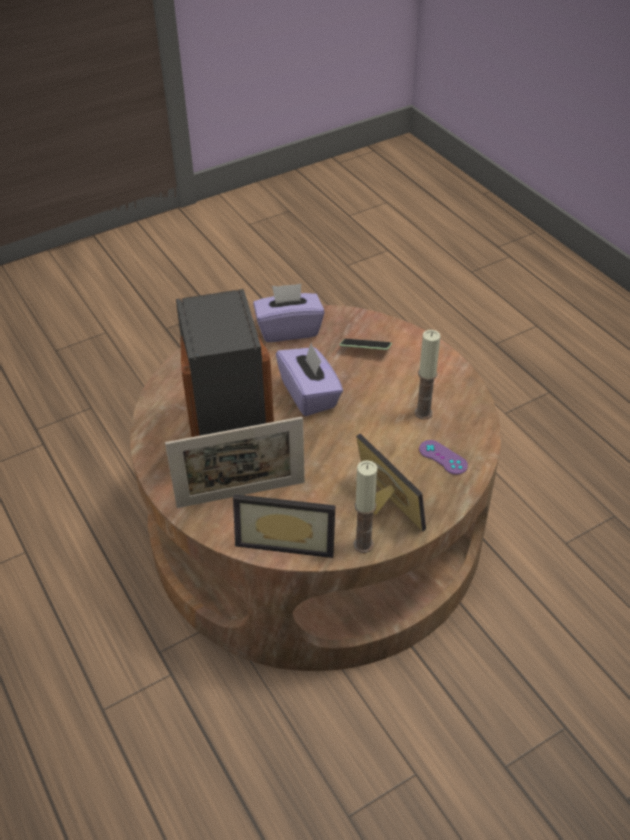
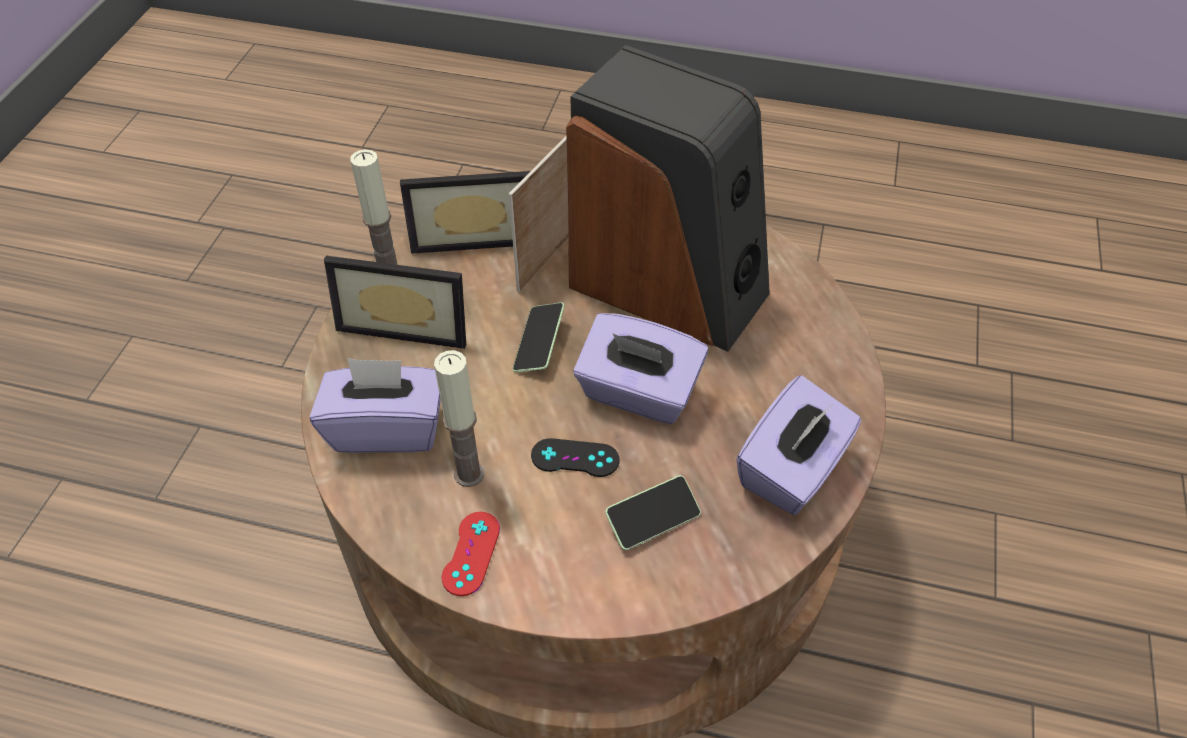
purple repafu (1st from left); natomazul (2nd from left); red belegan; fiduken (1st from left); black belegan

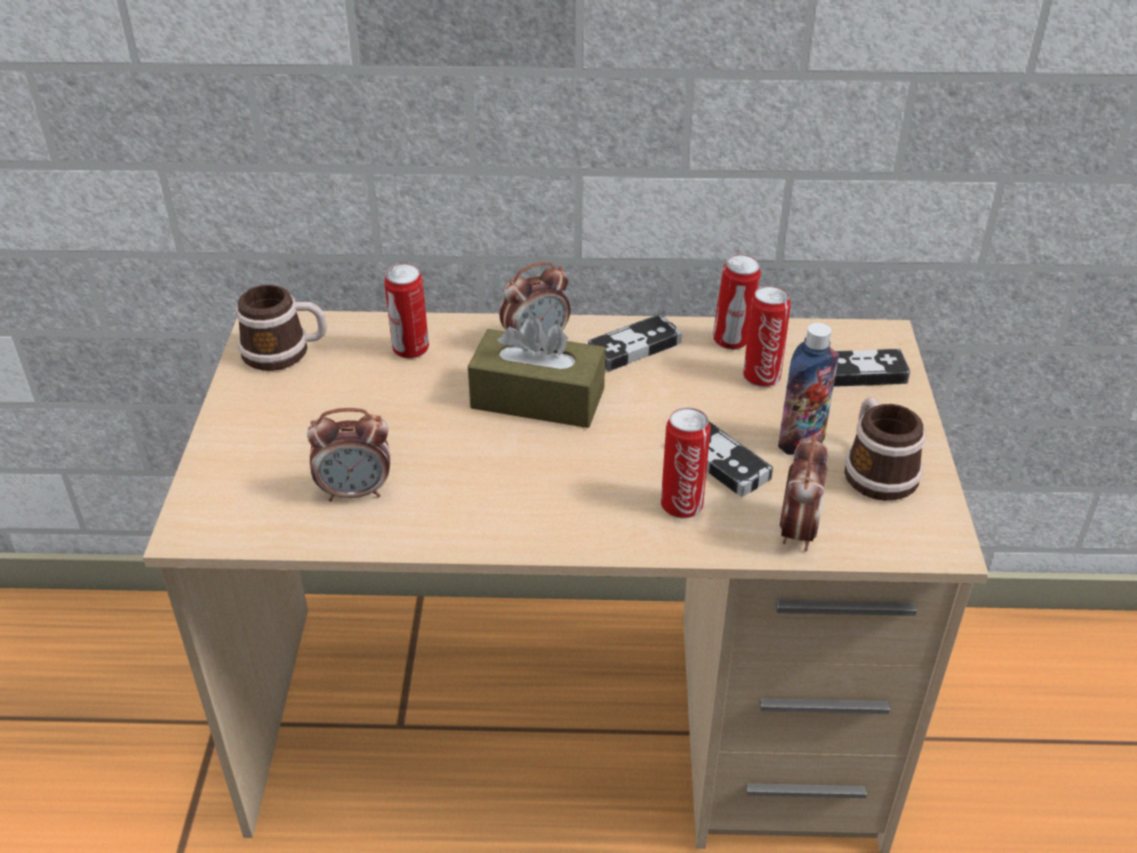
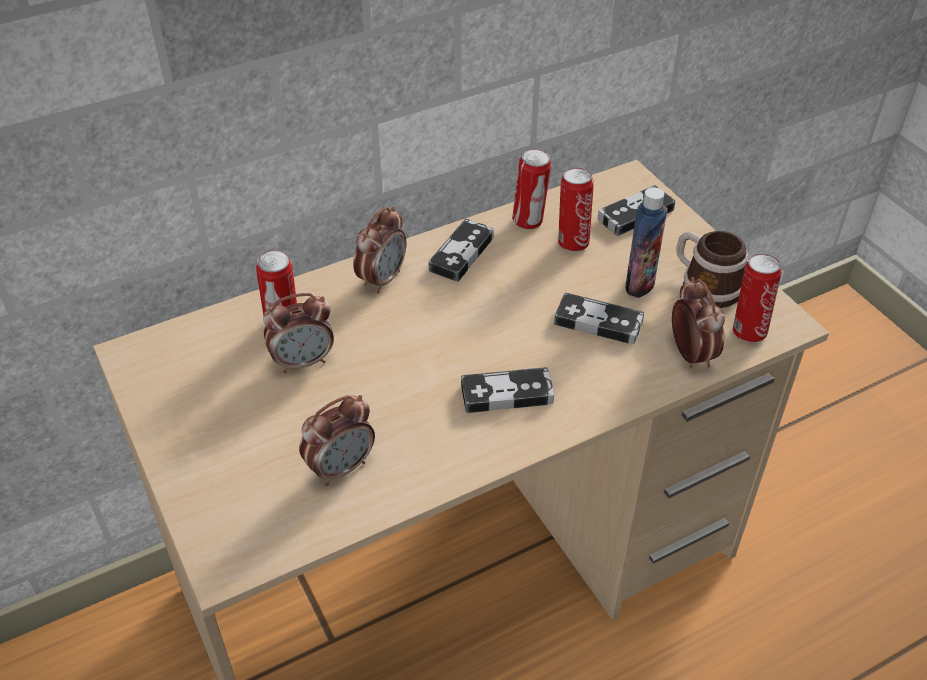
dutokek (1st from left); belegan (2nd from left); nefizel (4th from left); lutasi (1st from left in the first image); brown repafu

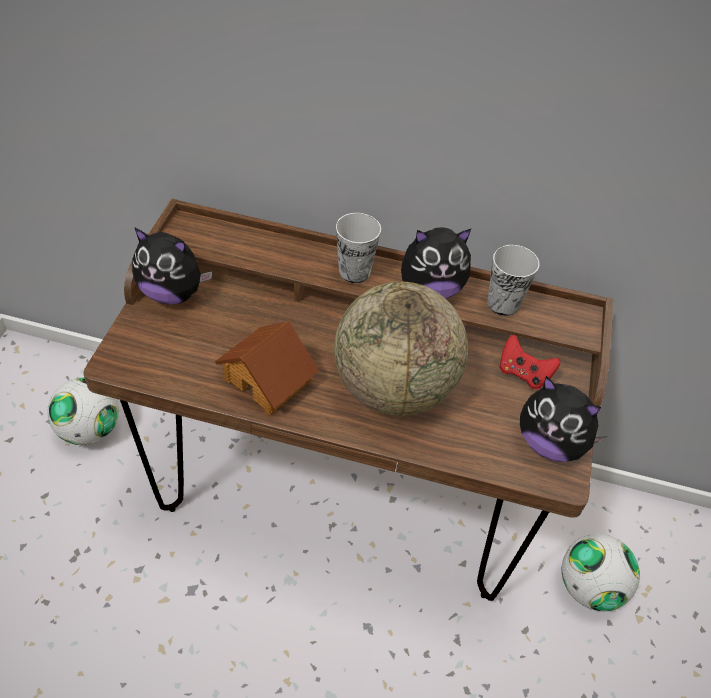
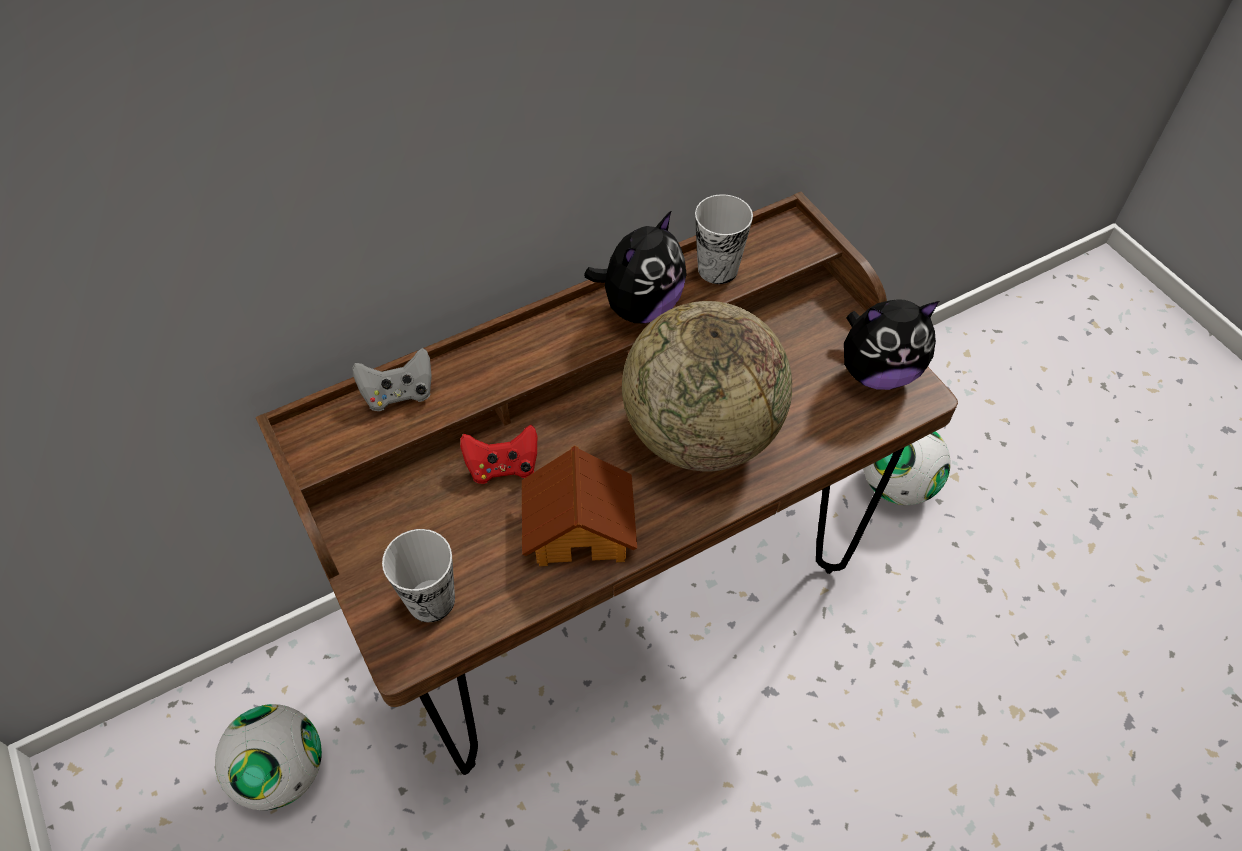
grey belegan; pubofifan (1st from left); red belegan; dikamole (1st from left in the first image)

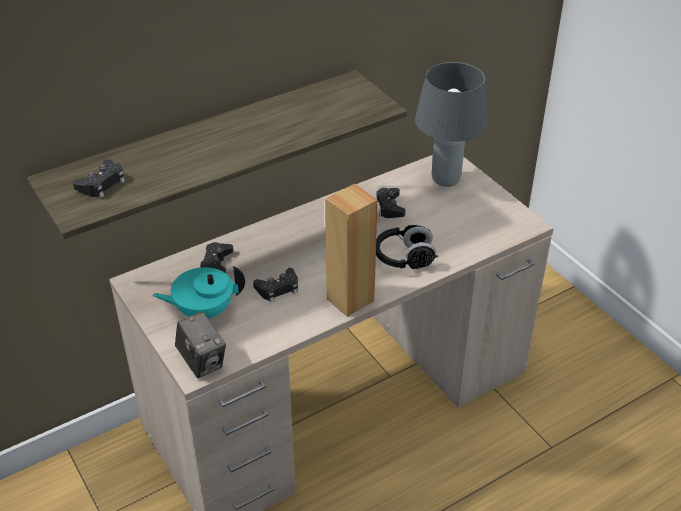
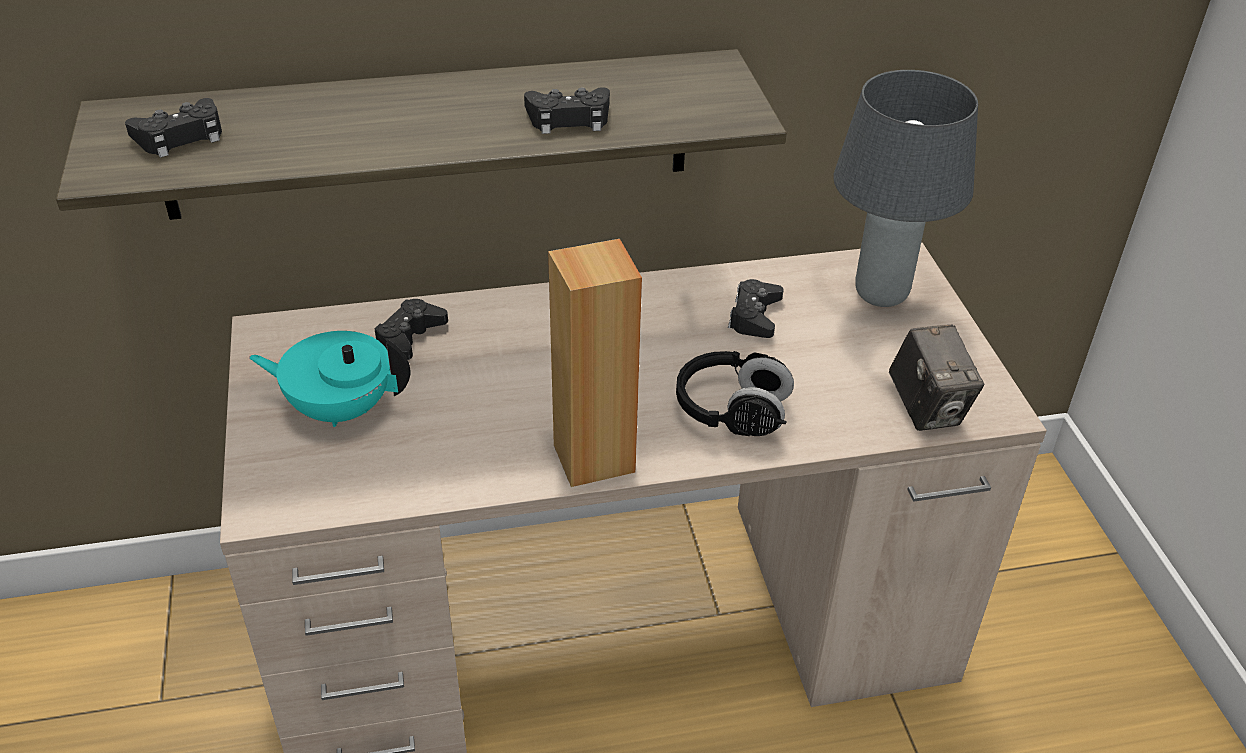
black belegan (3rd from left); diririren

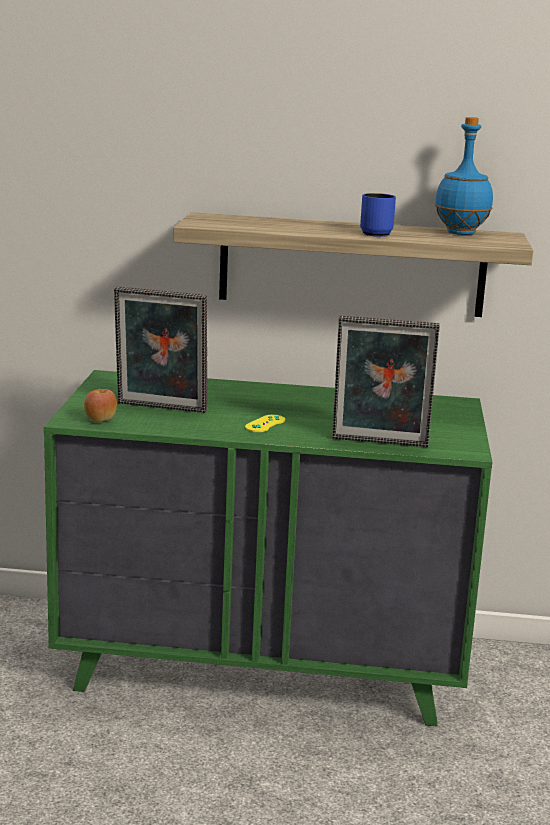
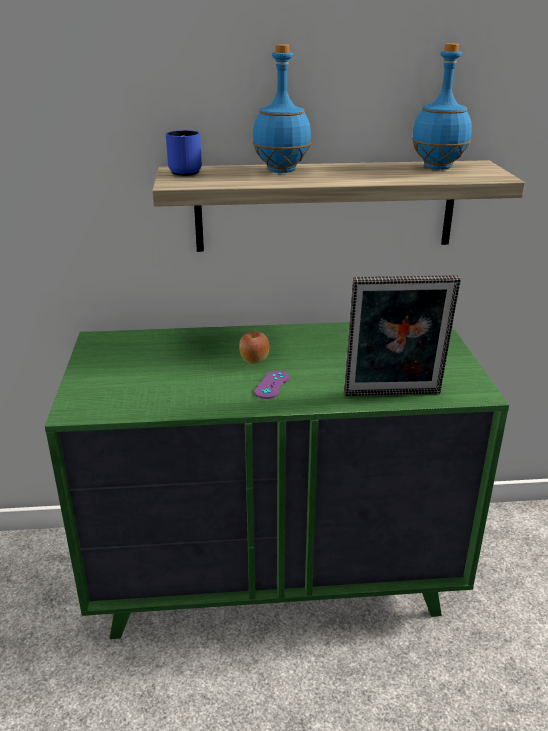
blue lutasi; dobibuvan; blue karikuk (1st from left); purple belegan; natomazul (1st from left in the first image)

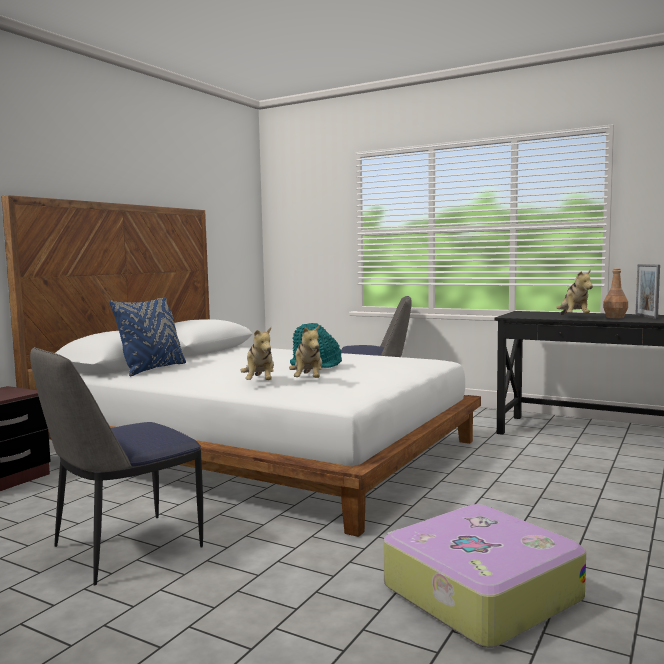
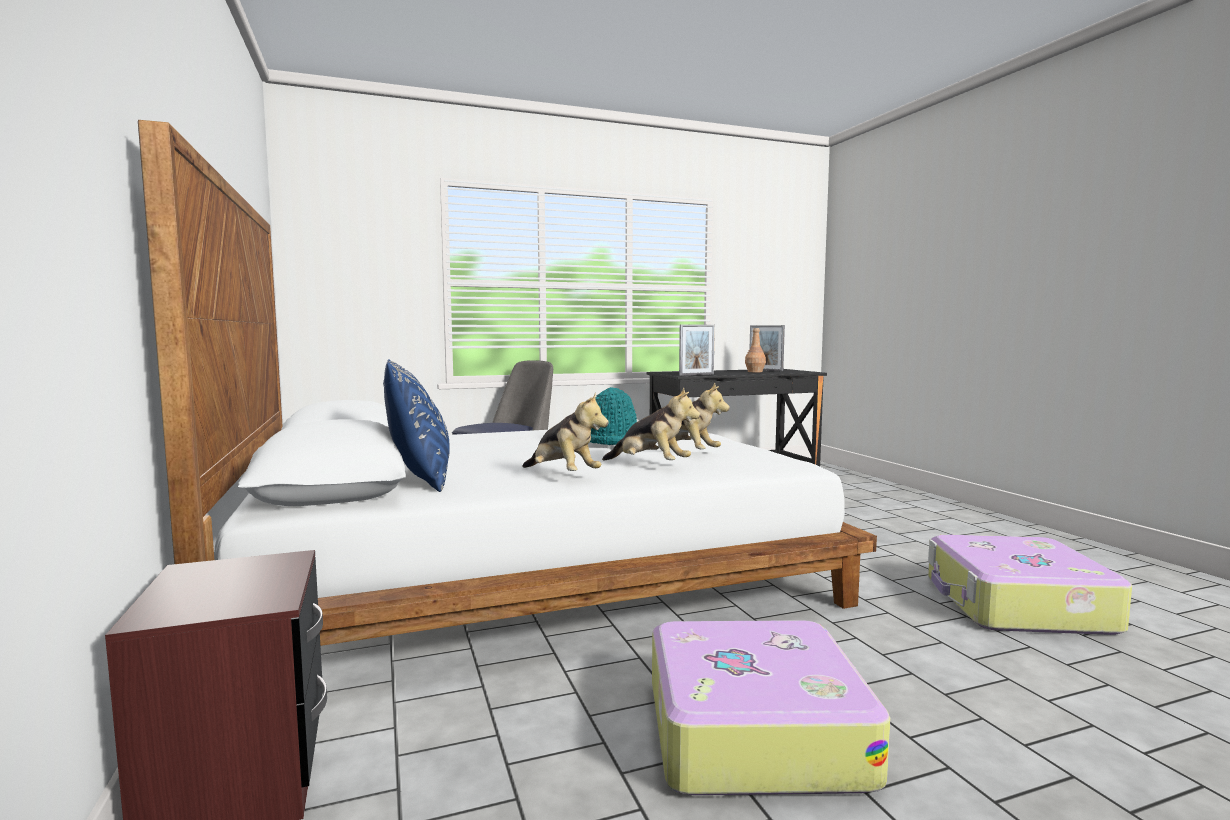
dikamole (1st from left); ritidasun (1st from left); natomazul (1st from left)

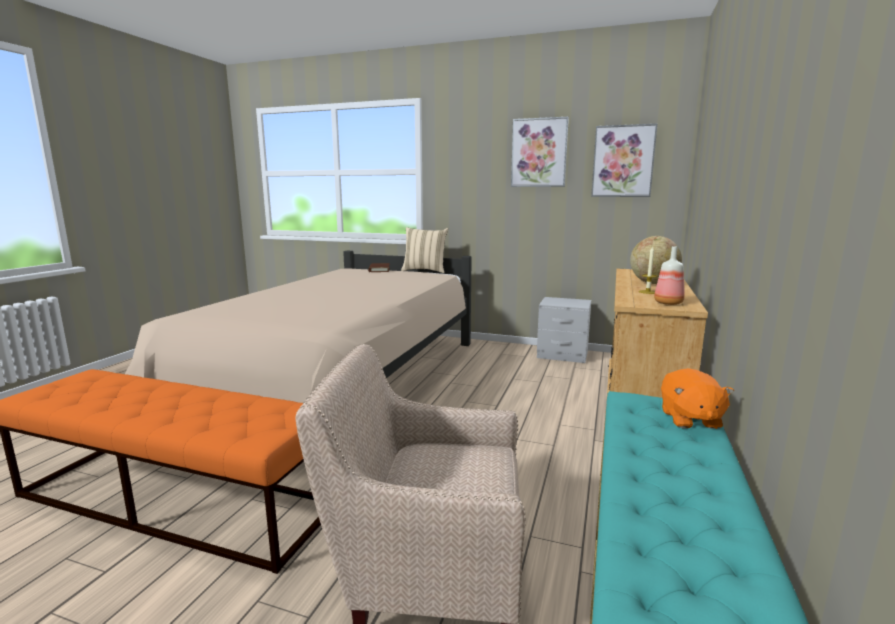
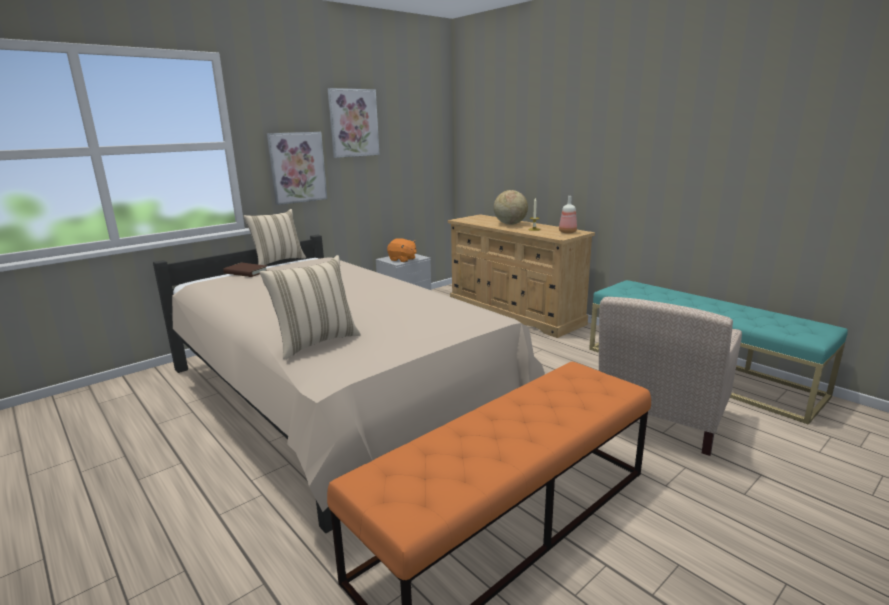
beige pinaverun (2nd from left); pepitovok (1st from left); orange dikamole

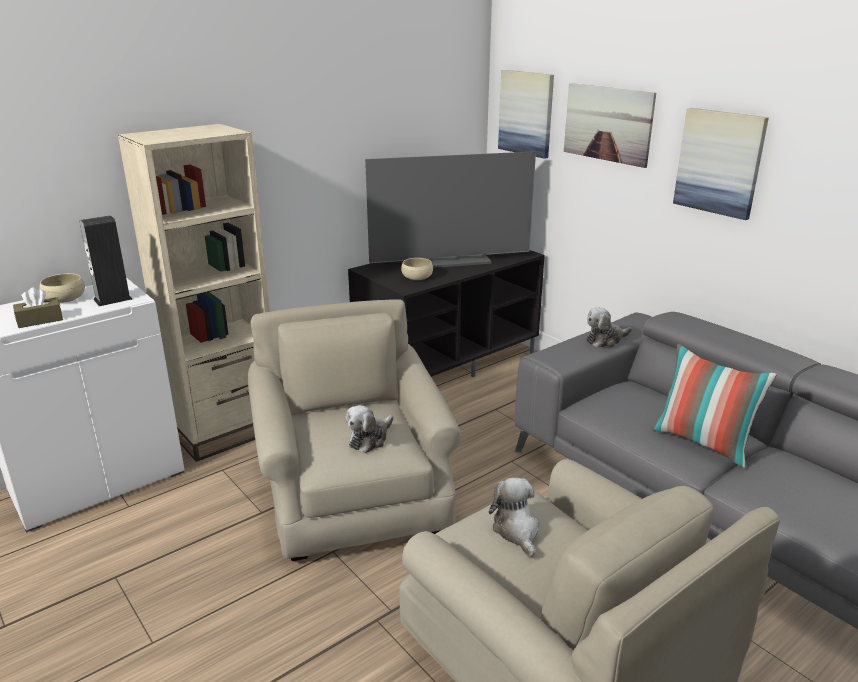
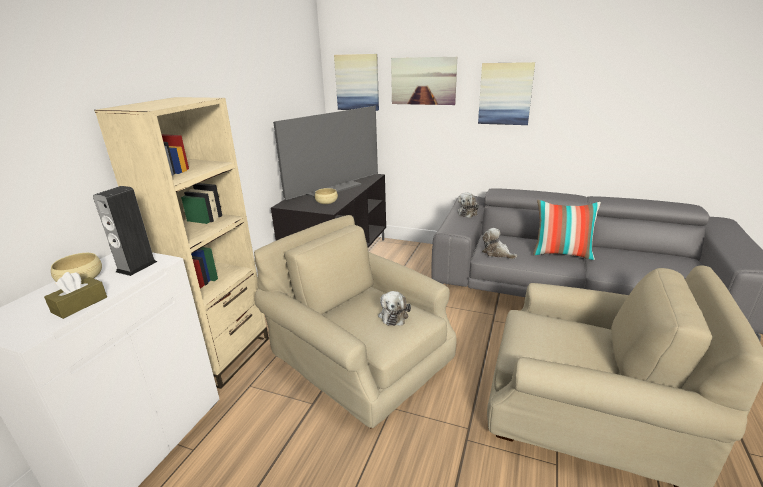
dikamole (3rd from left)

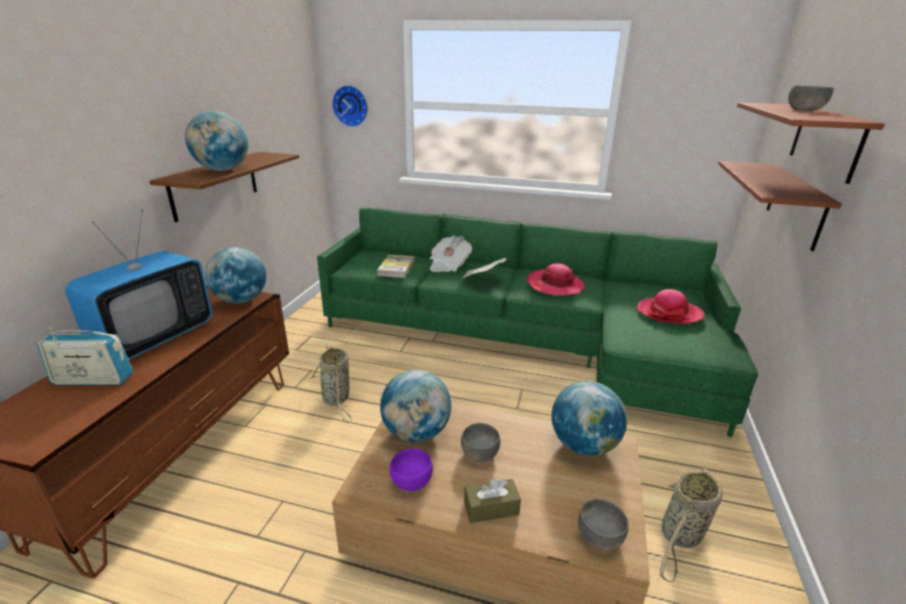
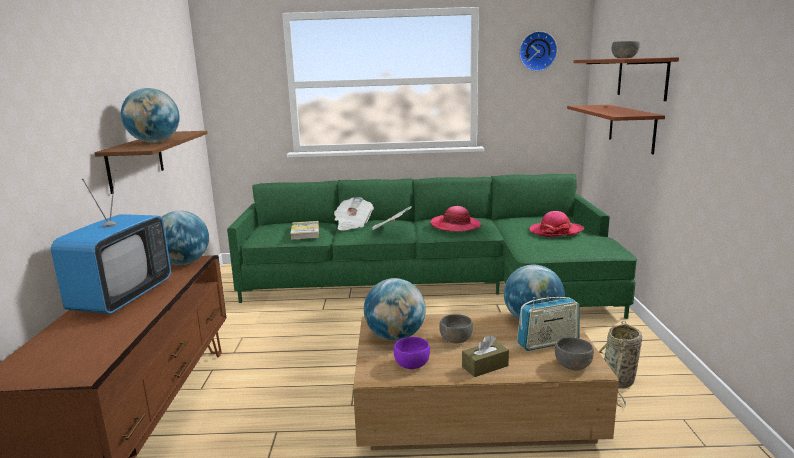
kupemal; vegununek; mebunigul (1st from left in the first image)

